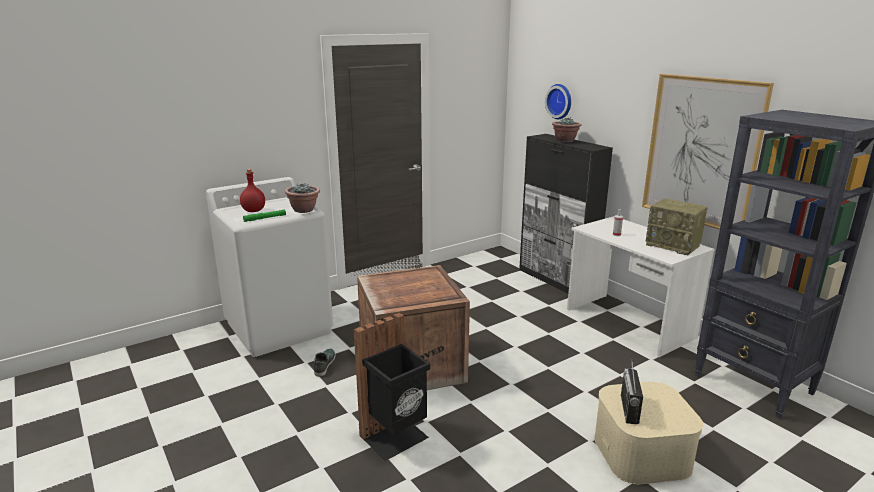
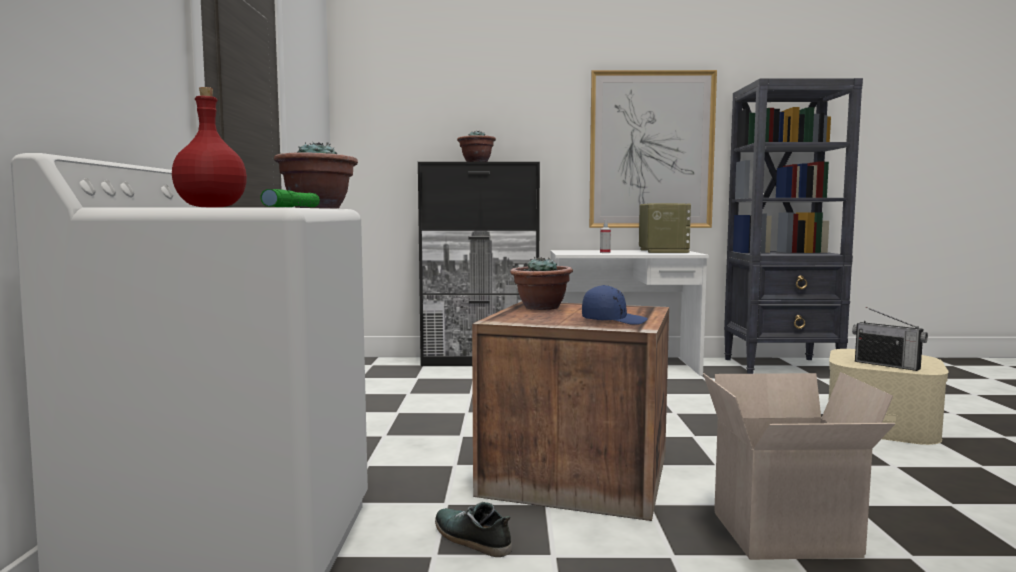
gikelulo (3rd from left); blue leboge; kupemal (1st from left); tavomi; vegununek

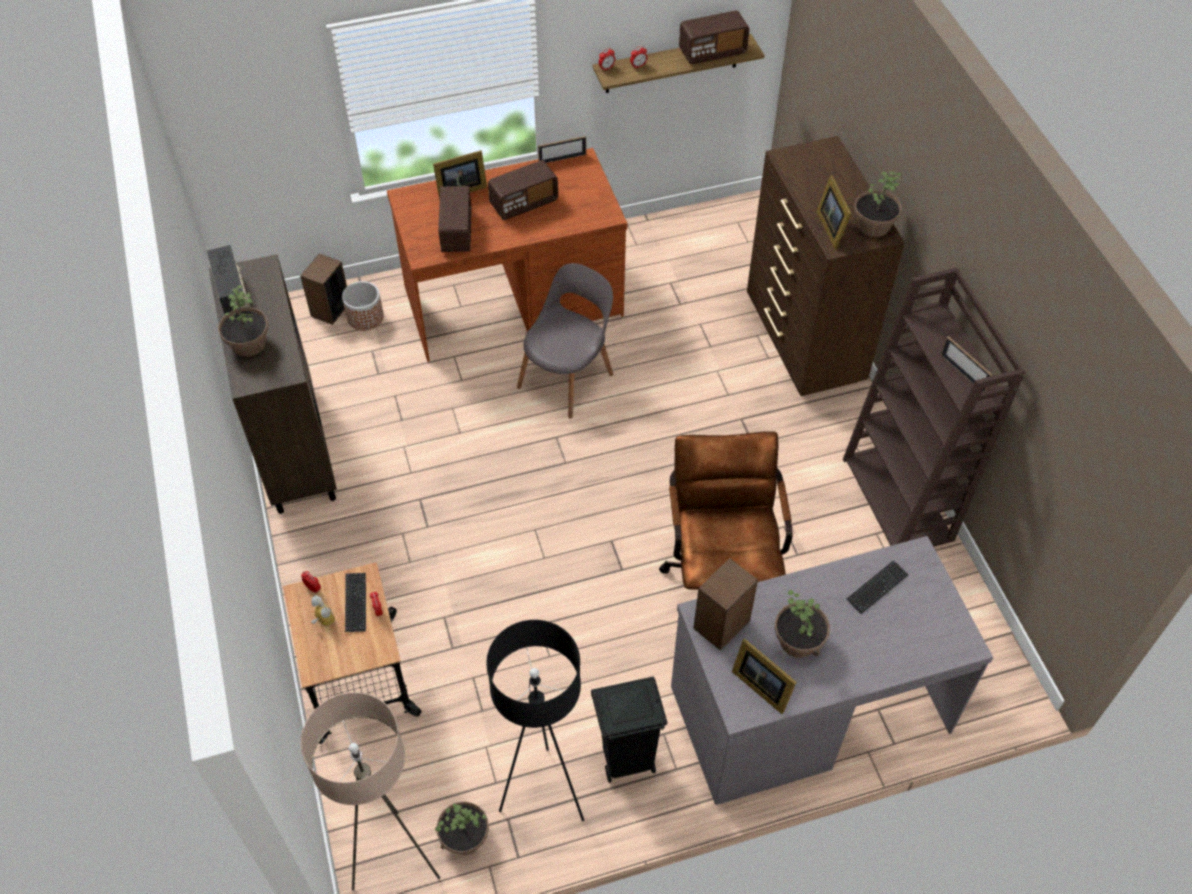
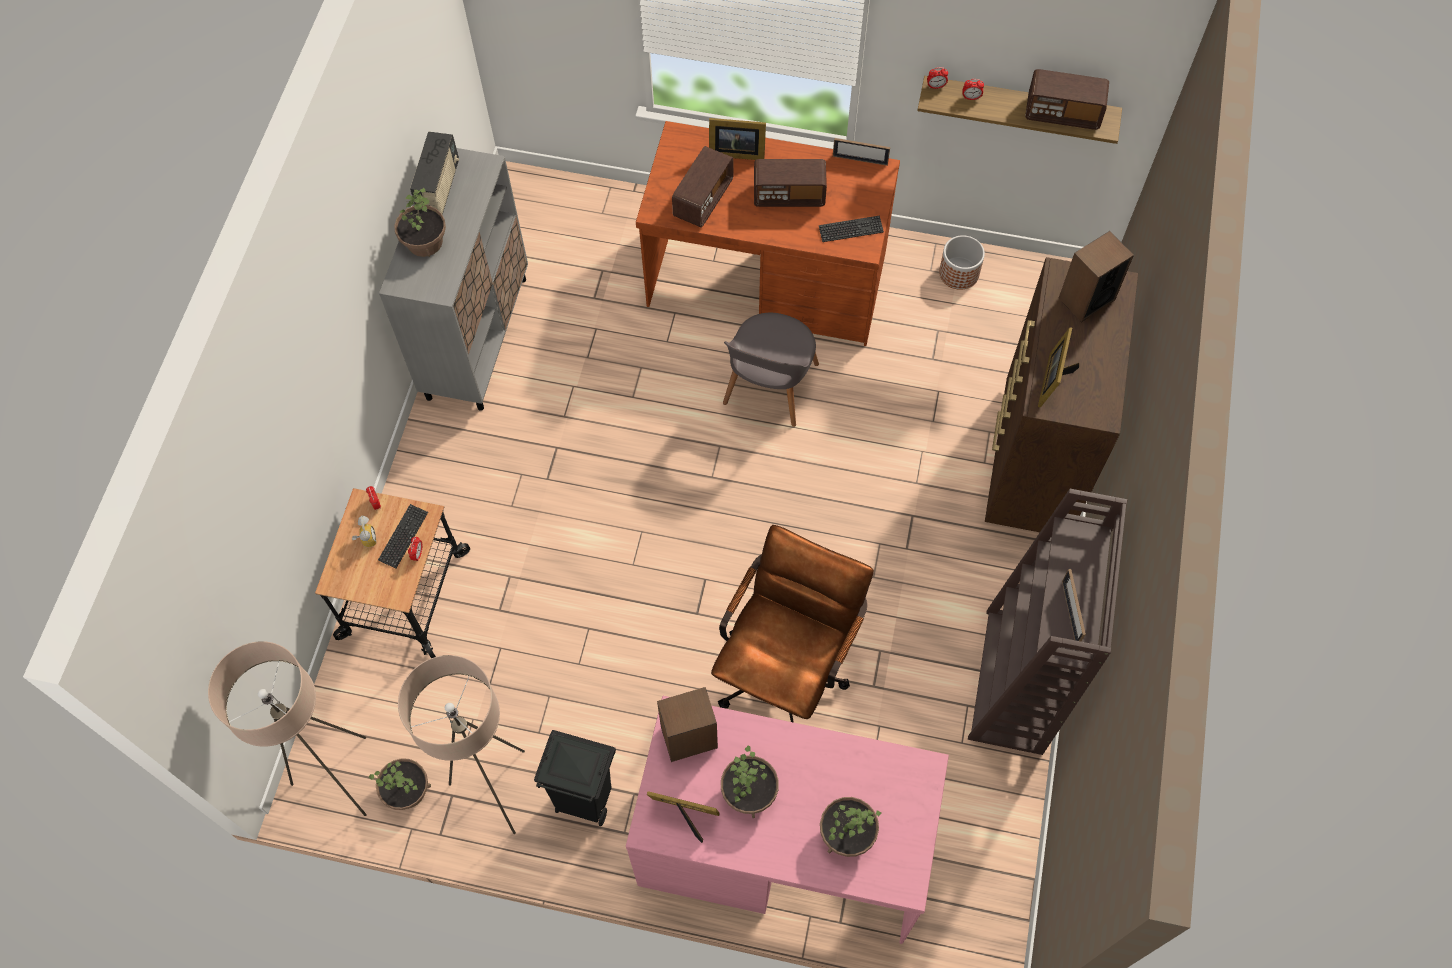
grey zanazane; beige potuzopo (2nd from left); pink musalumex; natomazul (1st from left); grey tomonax; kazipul (2nd from left); gikelulo (4th from left); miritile; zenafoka (2nd from left)

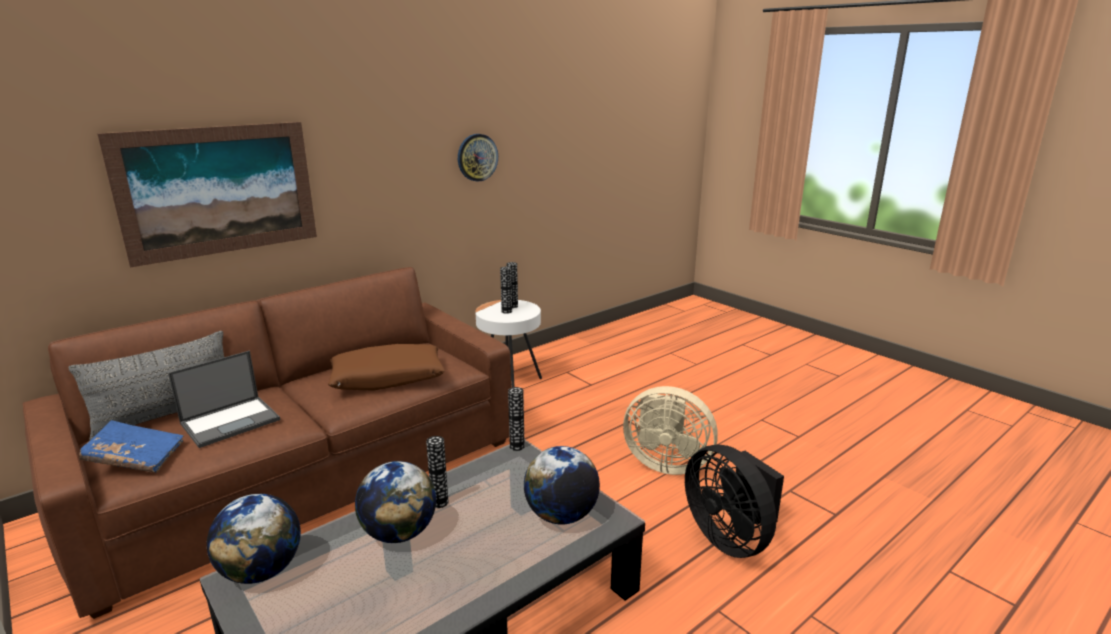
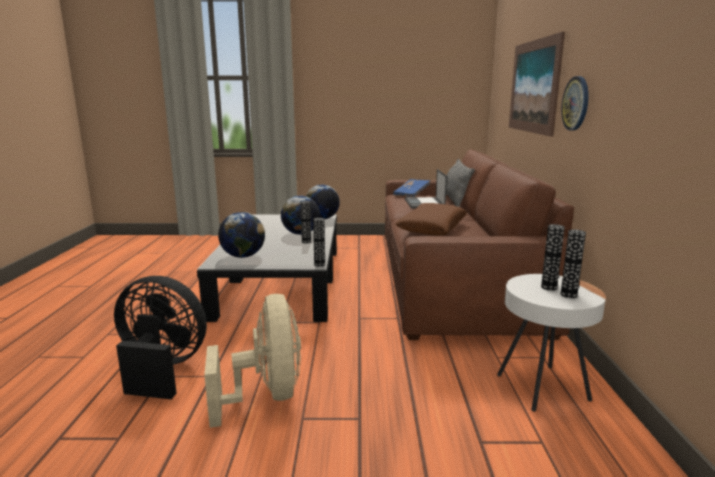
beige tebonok; vegununek

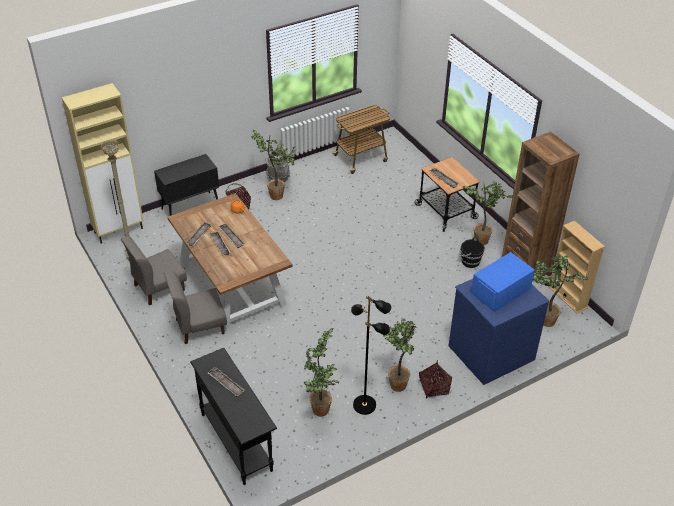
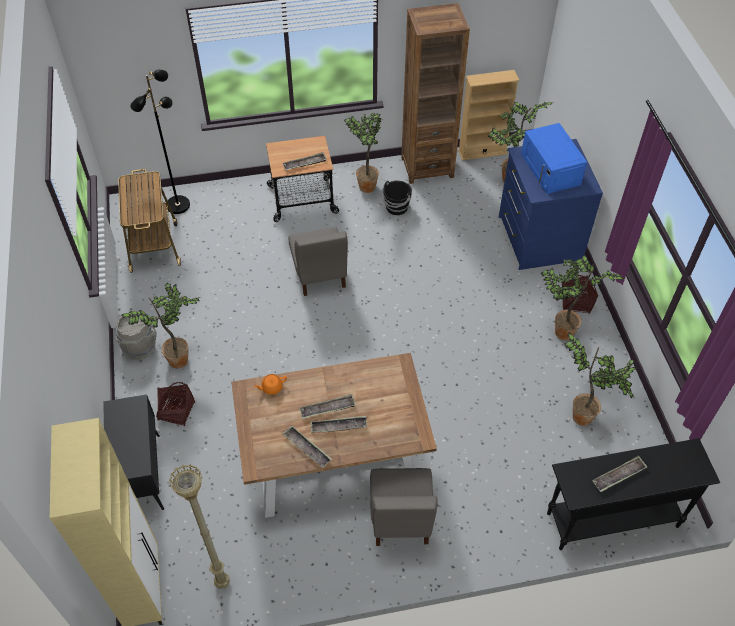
black potuzopo; grey tomonax (1st from left)

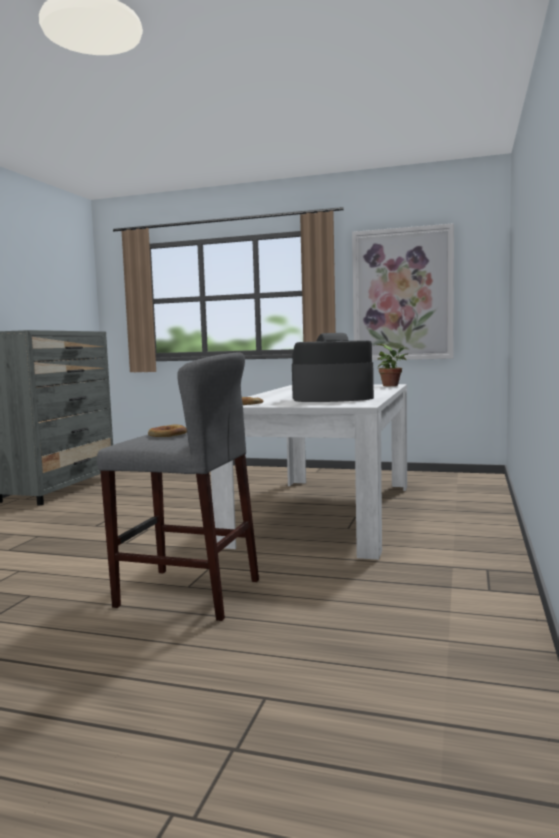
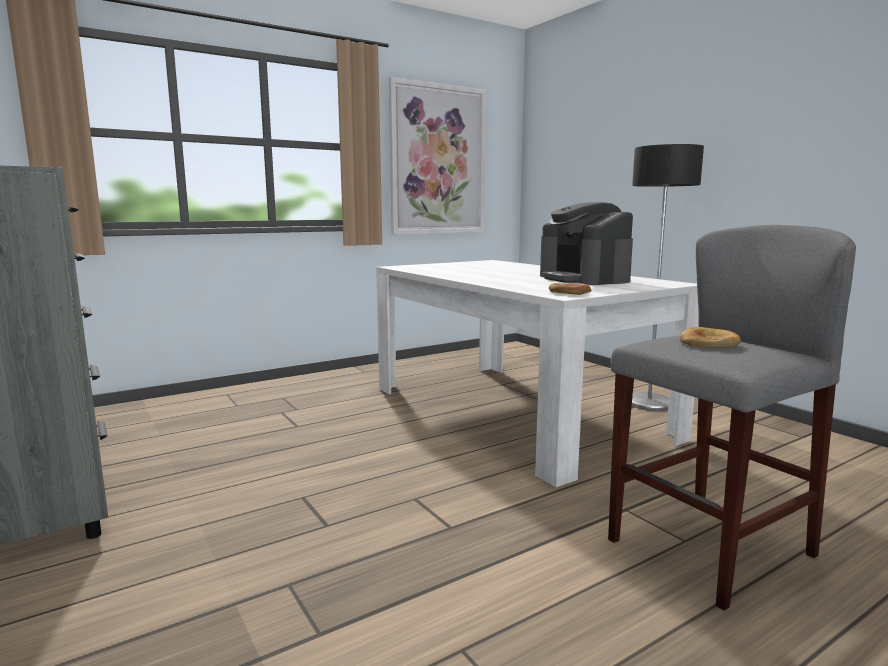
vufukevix; potuzopo; gikelulo

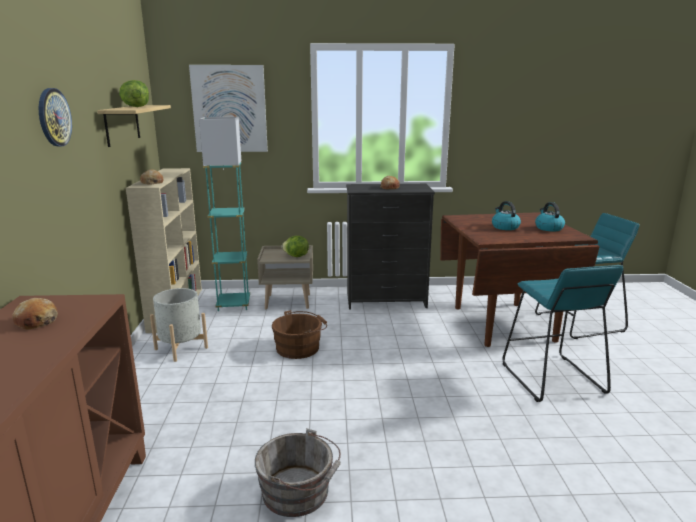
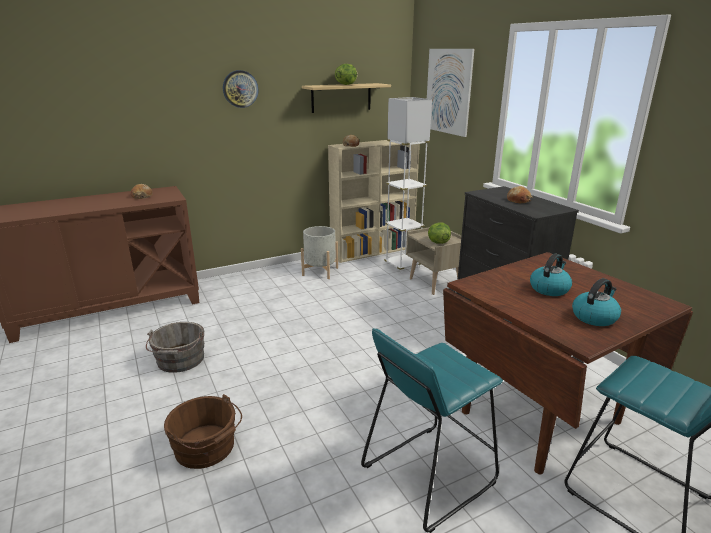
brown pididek; white potuzopo

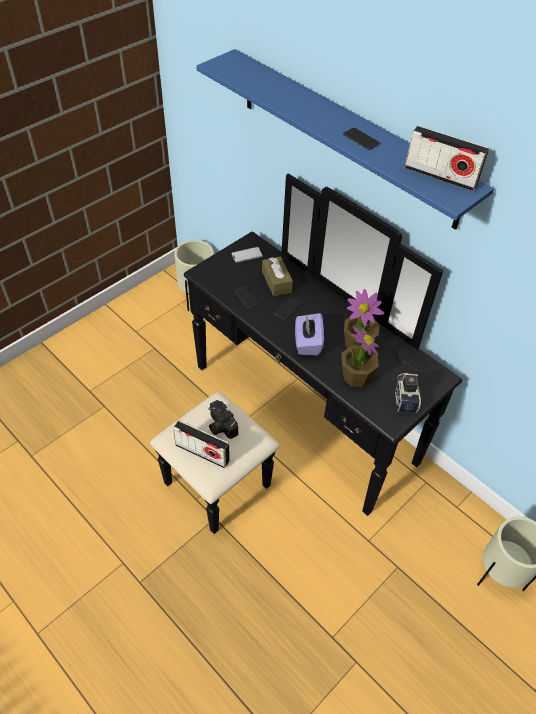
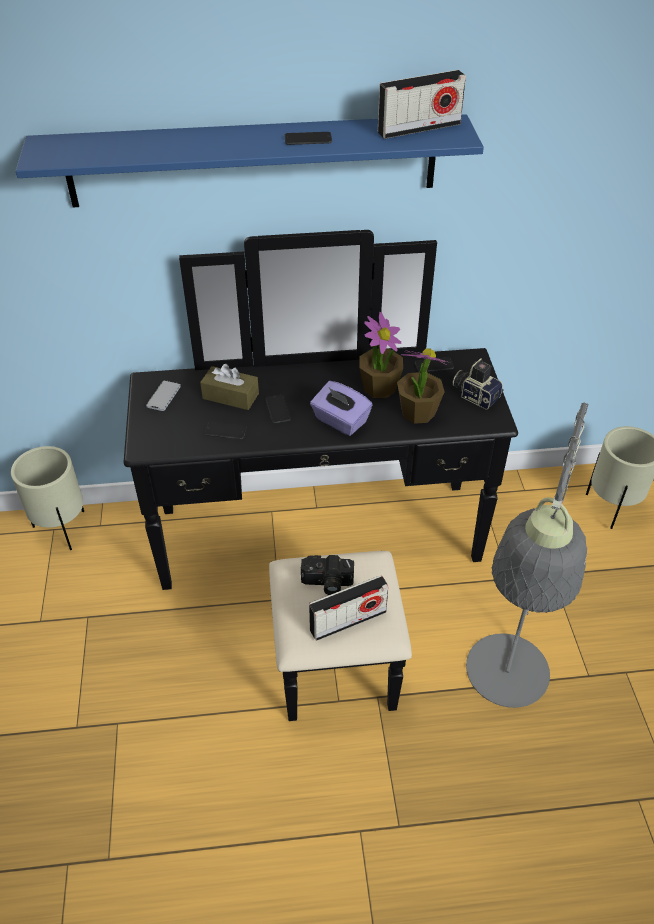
grey potuzopo

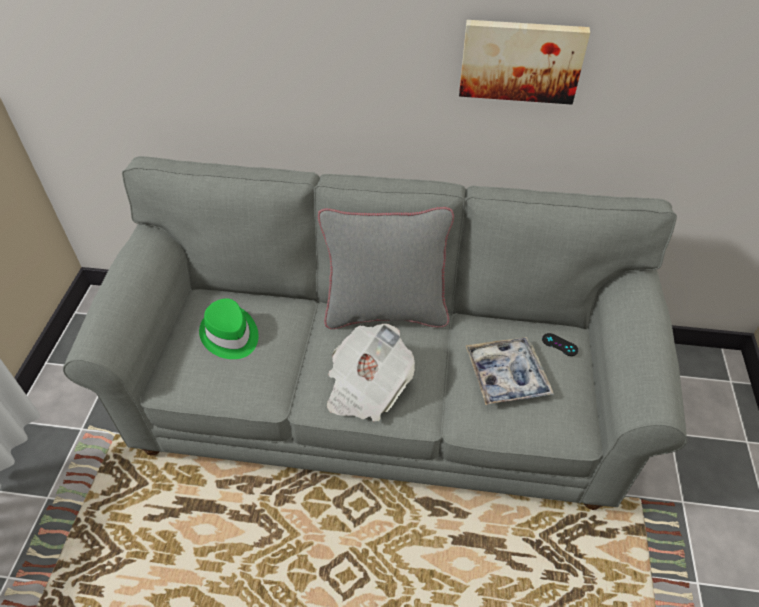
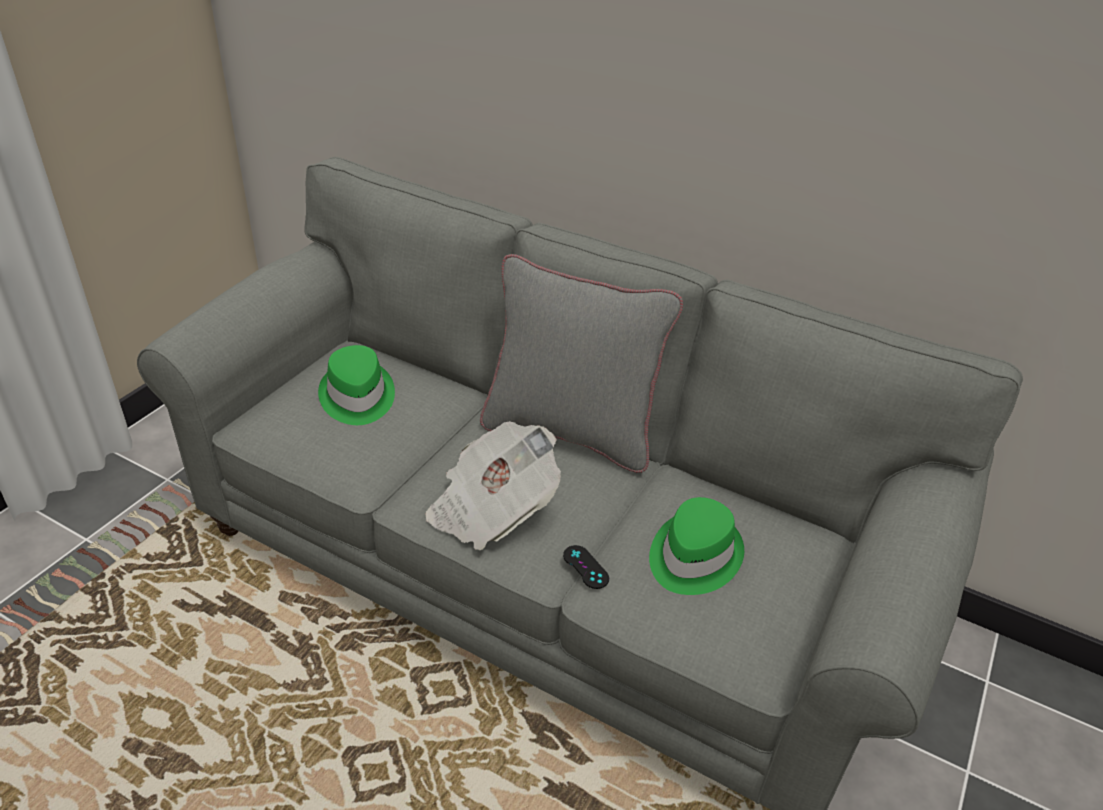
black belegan; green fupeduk (2nd from left); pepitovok

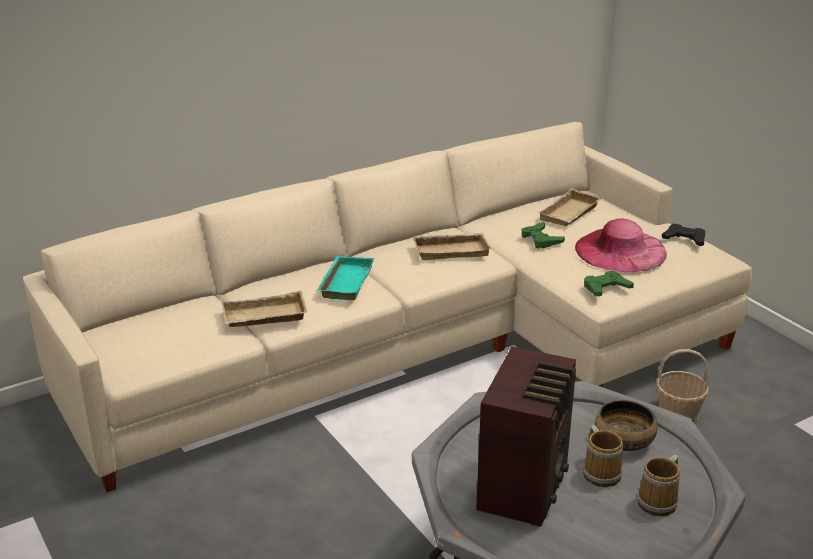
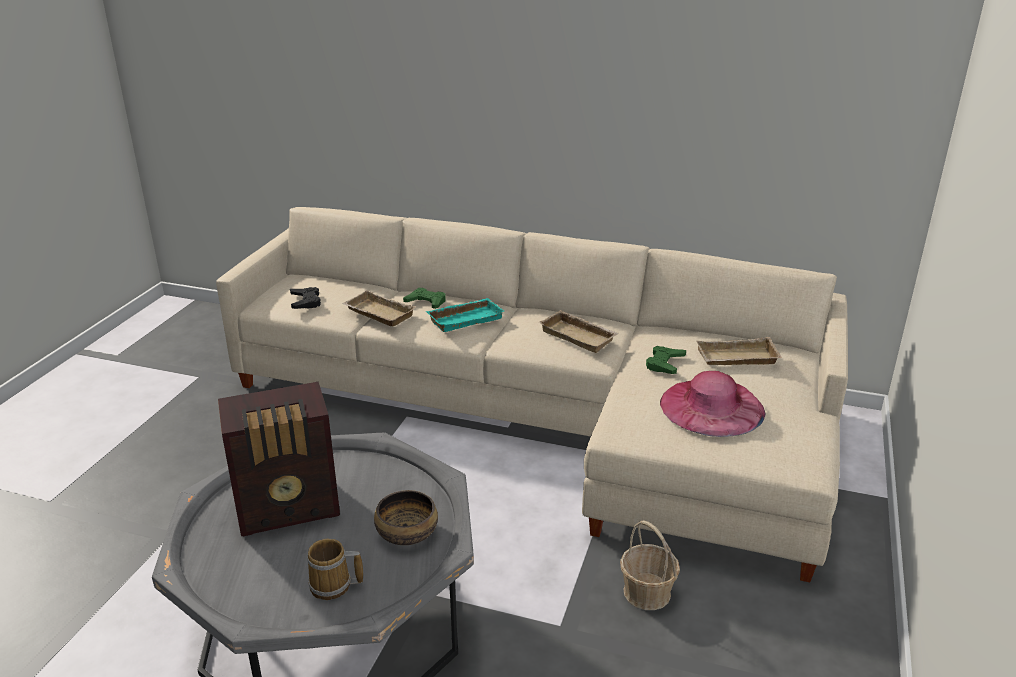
black belegan; green belegan (1st from left); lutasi (1st from left in the first image)

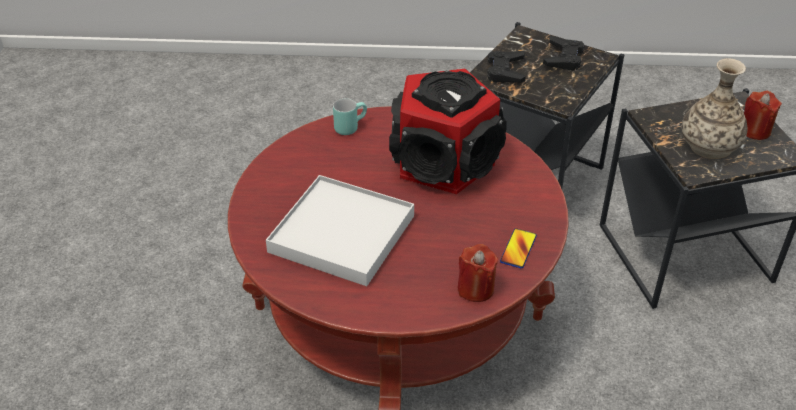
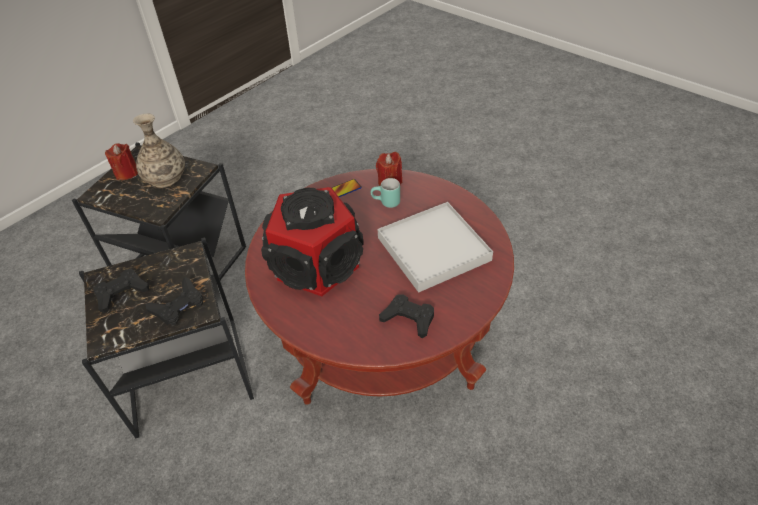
turquoise lutasi; black belegan (3rd from left)

